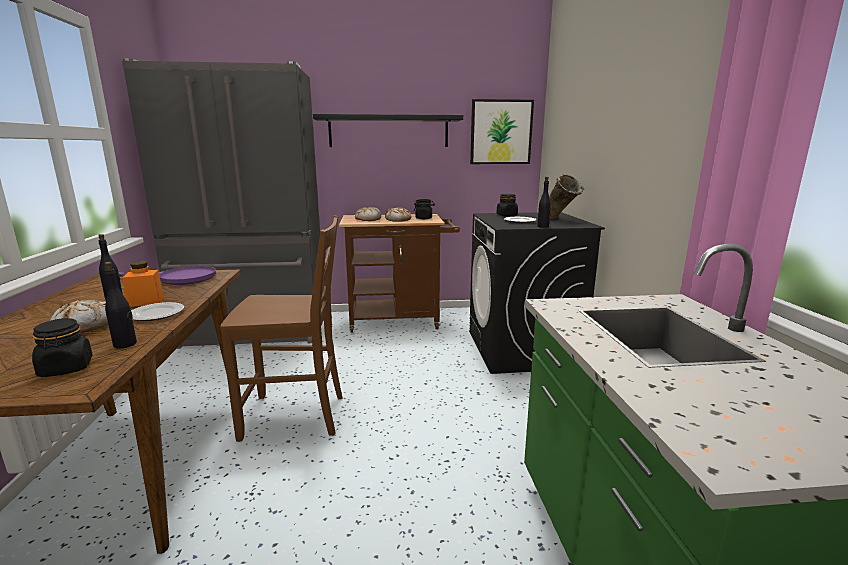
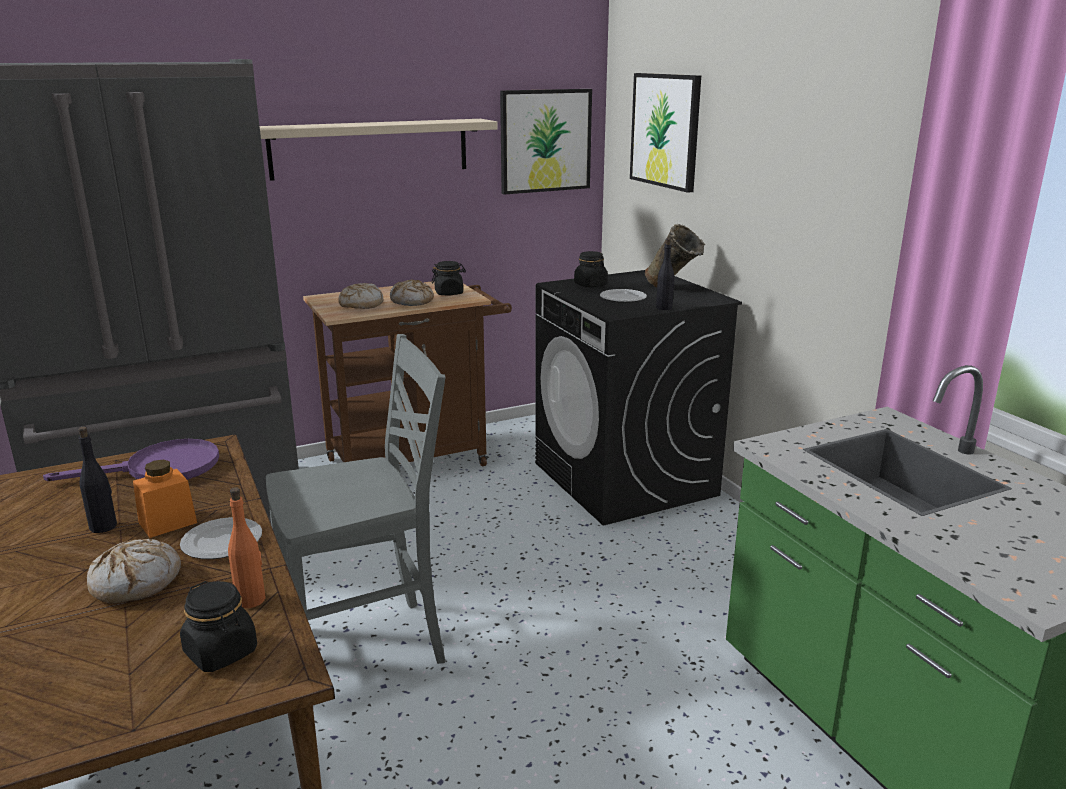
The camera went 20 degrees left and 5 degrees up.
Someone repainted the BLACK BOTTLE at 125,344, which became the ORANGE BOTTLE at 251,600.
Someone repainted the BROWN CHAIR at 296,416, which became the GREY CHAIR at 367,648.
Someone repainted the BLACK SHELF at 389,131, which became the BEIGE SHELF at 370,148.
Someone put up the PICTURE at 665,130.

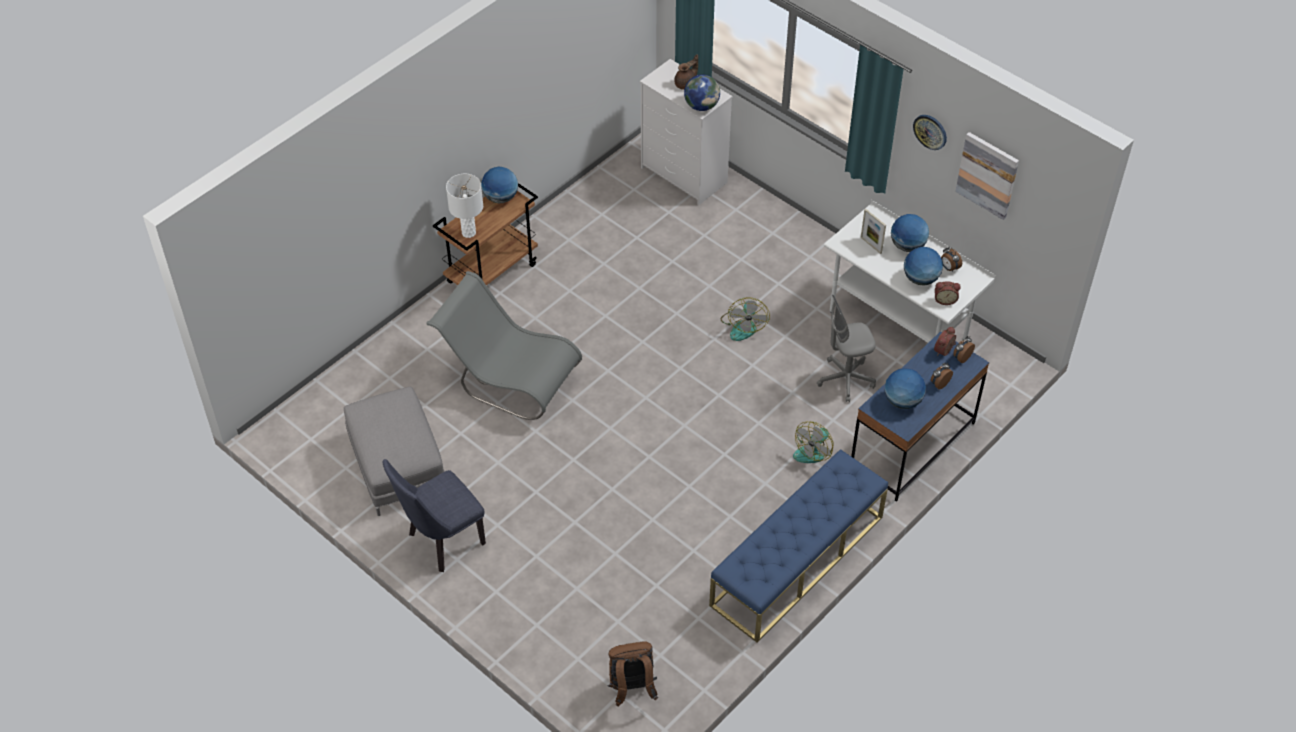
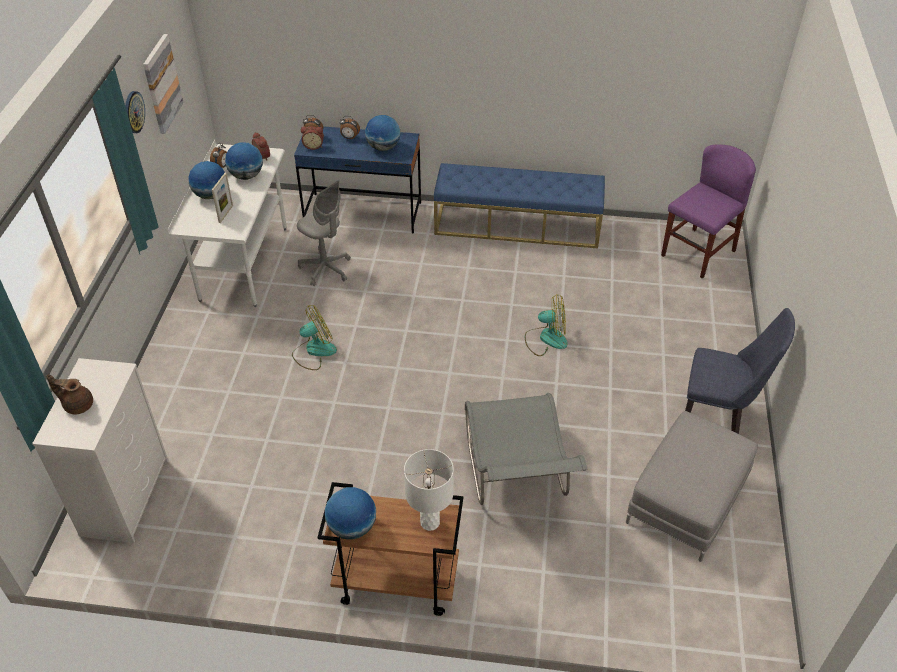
The camera went 125 degrees left and 5 degrees down.
Someone swapped the BROWN BACKPACK at 632,689 for the PURPLE CHAIR at 698,253.
Someone took away the GLOBE at 701,106.
Someone carried the FAN from 814,450 to 546,338.

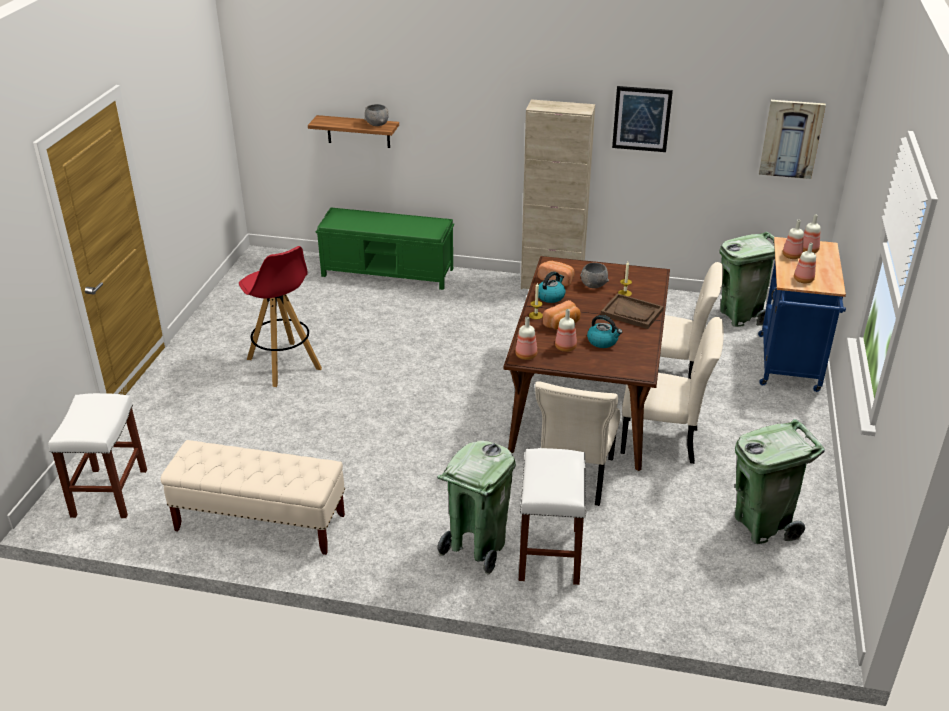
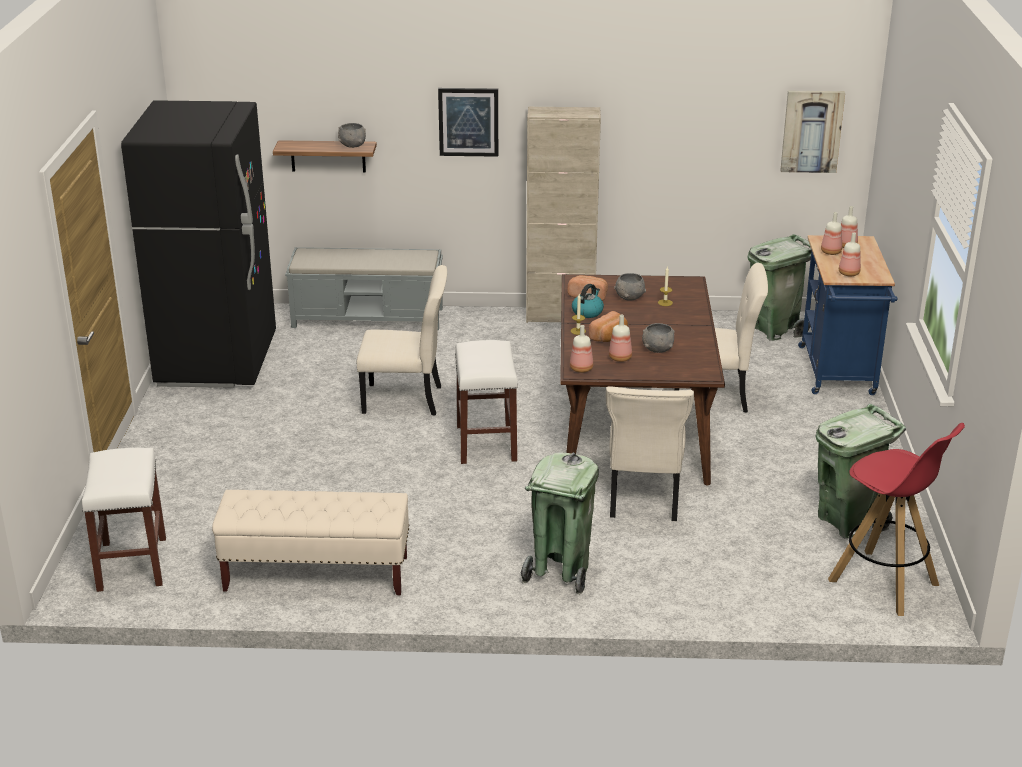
The camera went 10 degrees left and 5 degrees down.
Someone carried the RED STOOL from 284,364 to 885,583.
Someone repainted the GREEN BENCH at 388,272, which became the GREY BENCH at 369,318.
Someone carried the WHITE STOOL from 549,553 to 485,443.
Someone swapped the KETTLE at 603,341 for the GREY BOWL at 657,349.
Someone took away the BROWN TRAY at 632,313.
Someone carried the PICTURE from 641,118 to 468,121.
Someone carried the BEIGE CHAIR from 663,441 to 406,400.
Someone put down the BLACK FRIDGE at 217,361.

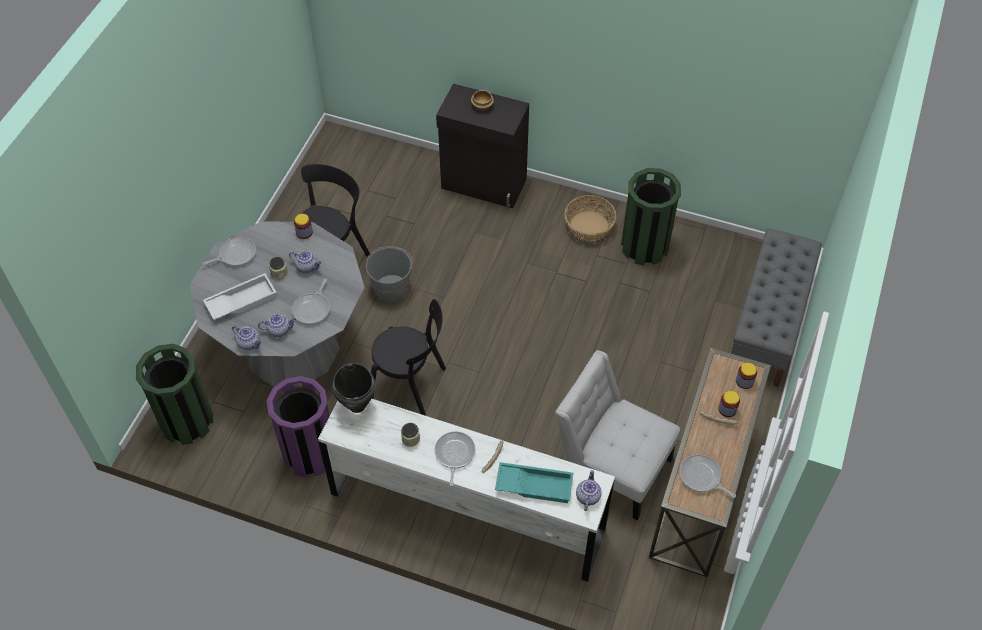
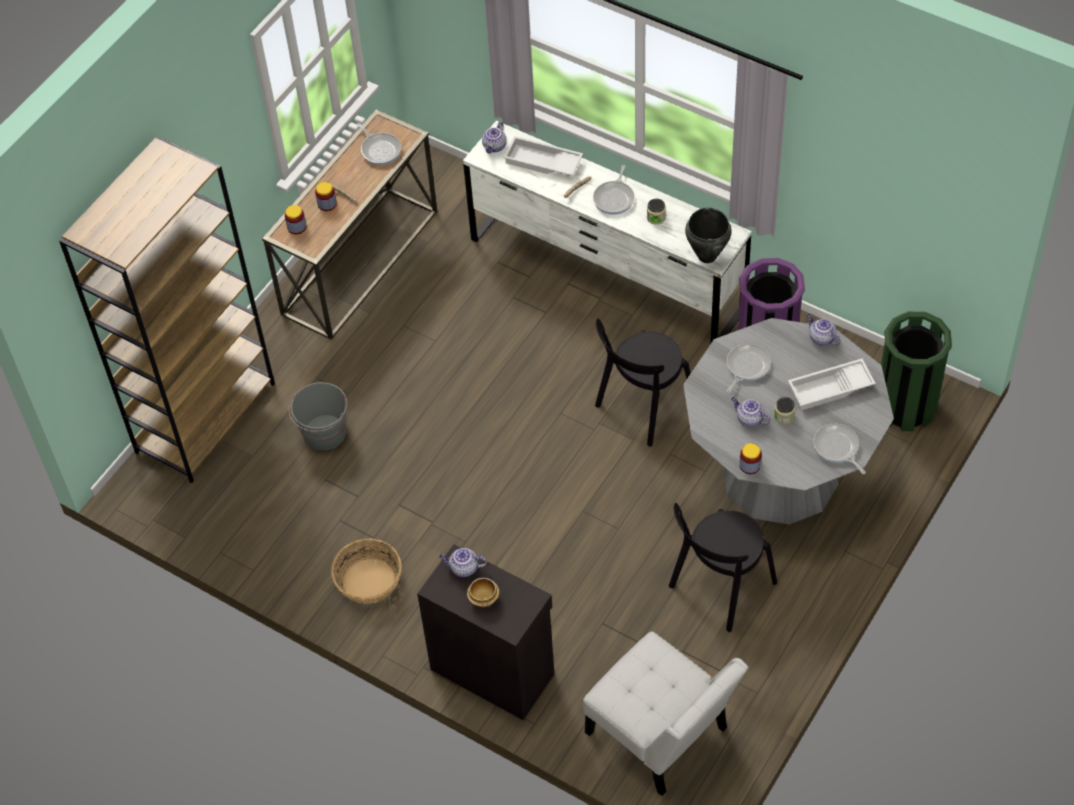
The camera went 165 degrees left and 0 degrees up.
Someone rotated the FRYING PAN at 235,254 by 75 degrees clockwise.
Someone carried the TEAPOT from 279,330 to 463,568.
Someone carried the GREY BUCKET from 391,287 to 324,433.
Someone rotated the BLACK CHAIR at 411,387 by 75 degrees counterclockwise.
Someone repainted the TURQUOISE TRAY at 535,484, which became the WHITE TRAY at 542,162.
Someone carried the WHITE CHAIR from 612,466 to 662,736.
Someone took away the GREEN TRASH CAN at 644,246.
Someone swapped the GREY BENCH at 767,325 for the BROWN BOOKCASE at 205,417.

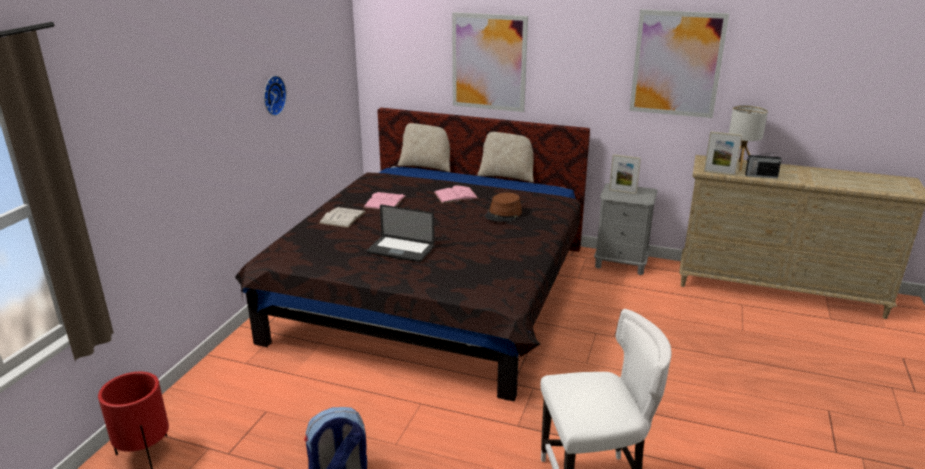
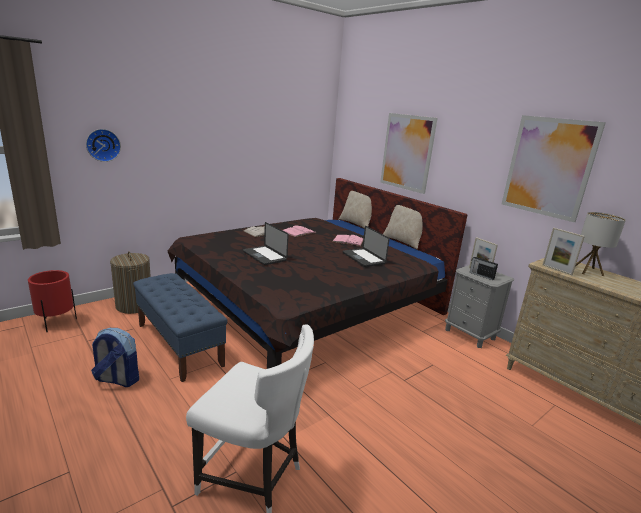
The camera went 30 degrees right and 5 degrees down.
Someone carried the WALL CLOCK from 272,95 to 103,145.
Someone swapped the BROWN HAT at 503,214 for the LAPTOP at 363,258.
Someone carried the RADIO from 760,176 to 481,275.
Someone put down the LAUNDRY BASKET at 134,305.
Someone put down the BLUE BENCH at 179,344.

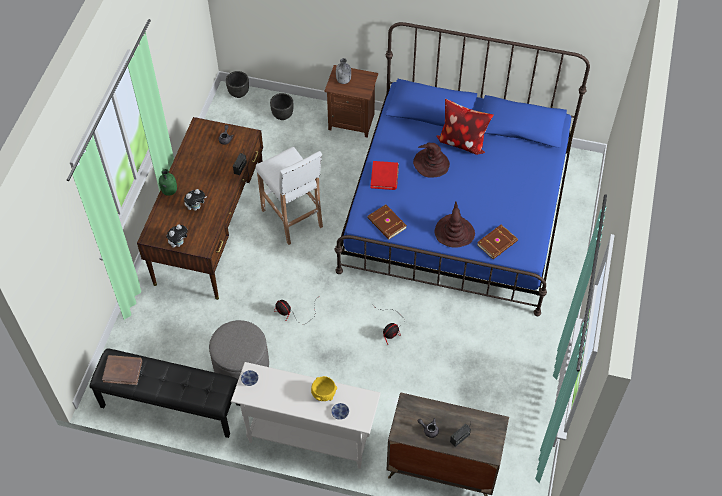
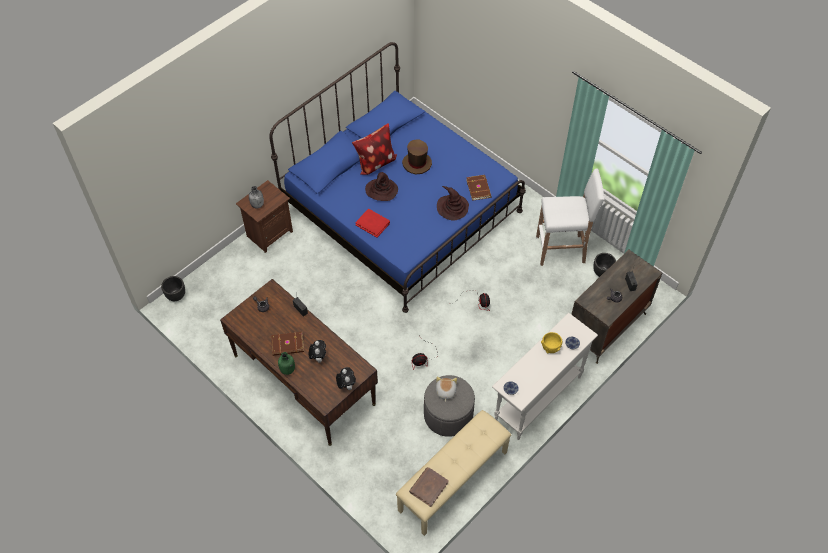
The camera went 60 degrees left and 0 degrees up.
Someone repainted the BLACK BENCH at 170,405, which became the BEIGE BENCH at 453,481.
Someone carried the WHITE STOOL from 293,219 to 561,250.
Someone carried the BLACK PLANTER from 282,115 to 602,273.
Someone carried the BROWN BOOK from 386,223 to 288,345.
Someone put down the BROWN HAT at 417,163.
Someone put down the PLUSH TOY at 445,391.

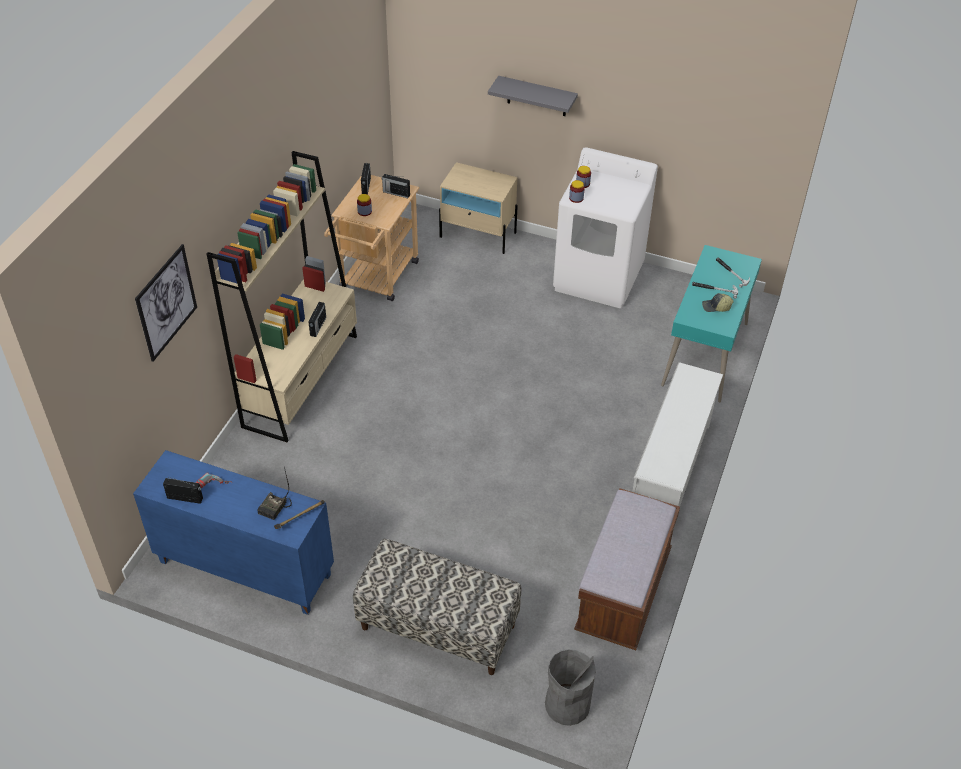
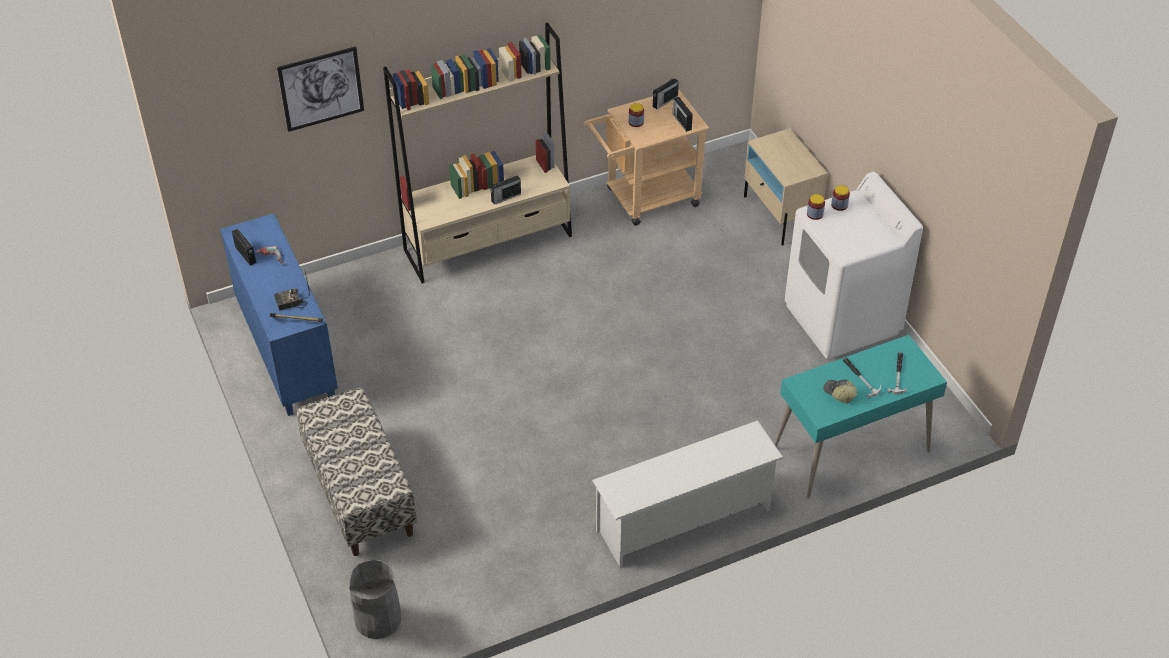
The camera went 45 degrees right and 0 degrees up.
Someone took away the GREY SHELF at 537,96.
Someone took away the BROWN BENCH at 623,592.

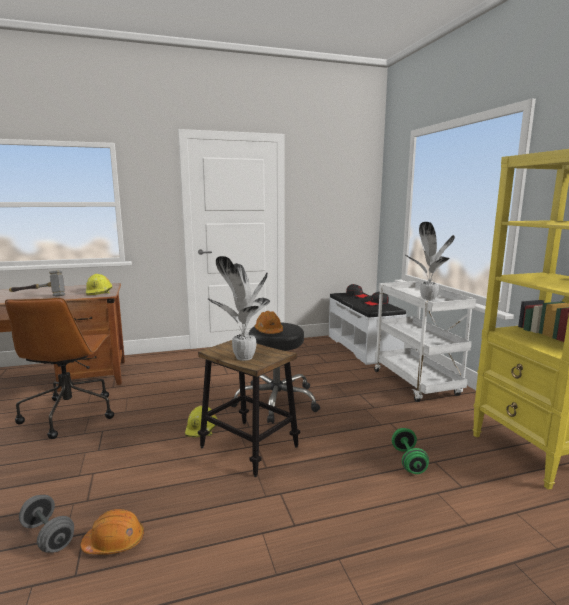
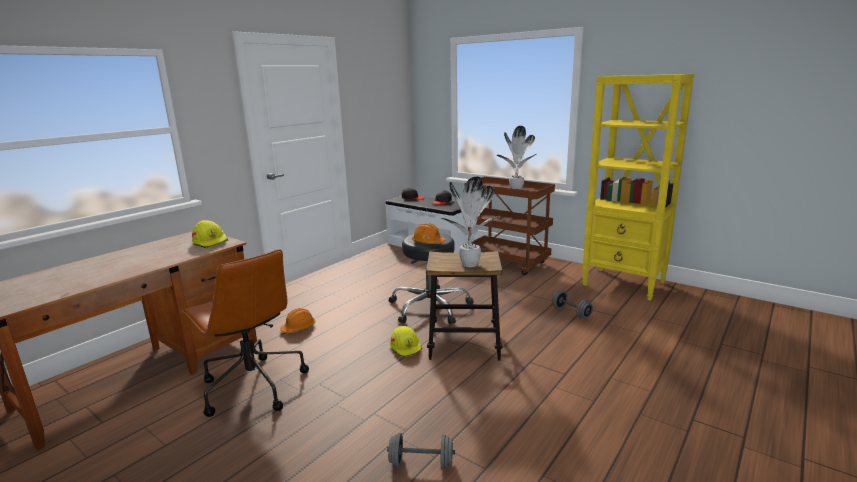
The camera went 35 degrees left and 5 degrees up.
Someone took away the HAMMER at 40,296.
Someone carried the ORANGE HARD HAT from 114,542 to 299,328.
Someone repainted the WHITE CART at 417,384, which became the BROWN CART at 507,263.
Someone repainted the GREEN DUMBBELL at 408,461, which became the GREY DUMBBELL at 571,313.

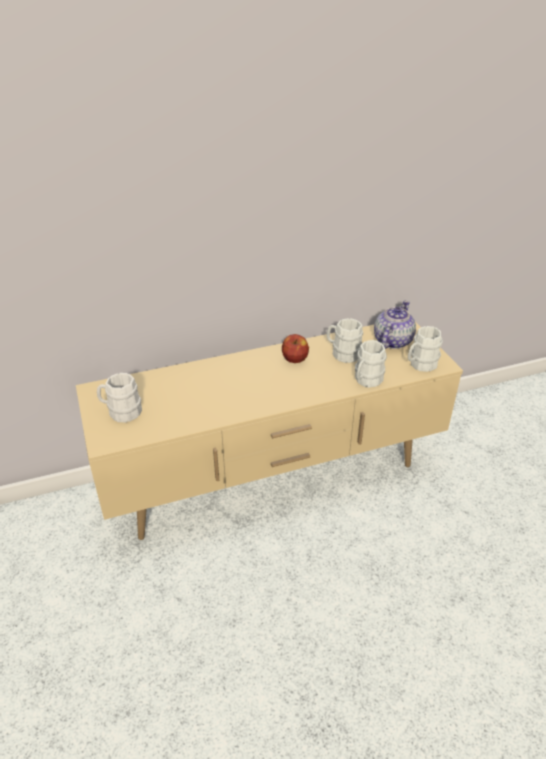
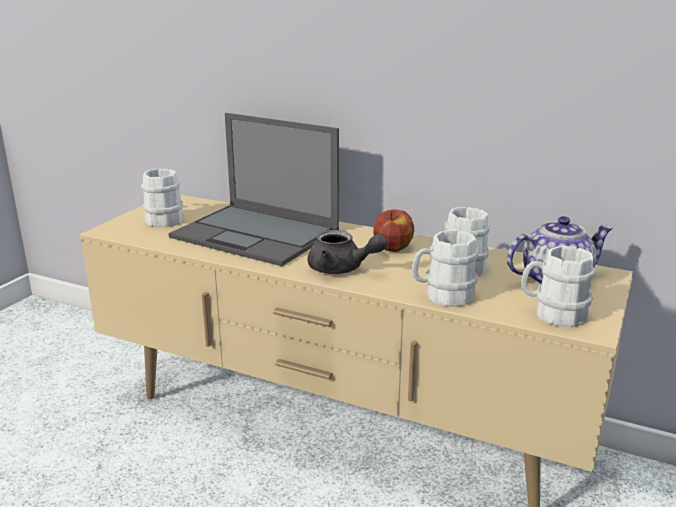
The camera went 45 degrees right and 15 degrees down.
Someone put down the LAPTOP at 257,234.
Someone put down the GREY TEAPOT at 342,269.

